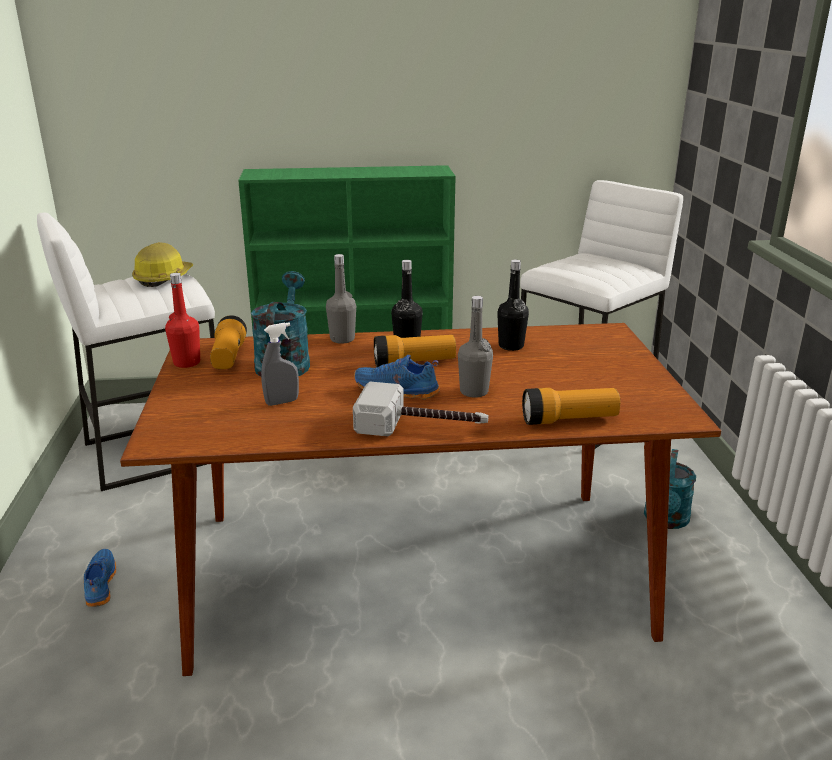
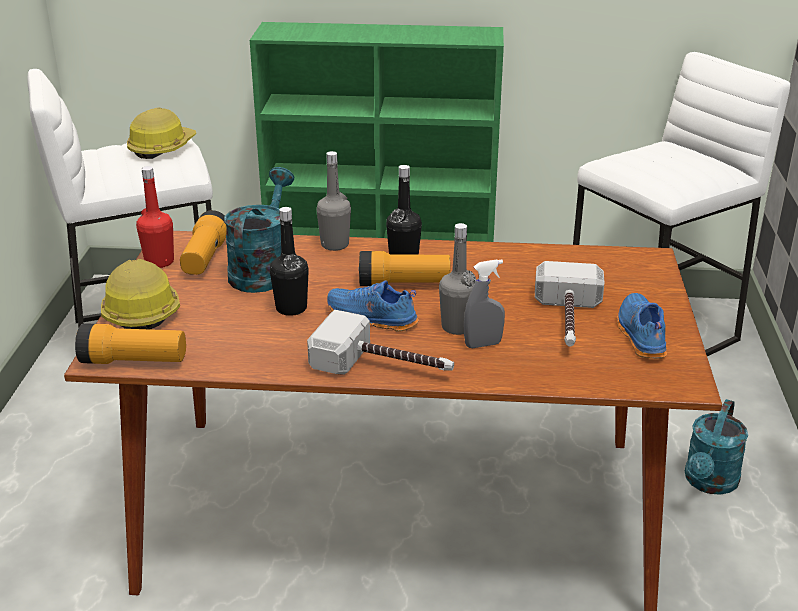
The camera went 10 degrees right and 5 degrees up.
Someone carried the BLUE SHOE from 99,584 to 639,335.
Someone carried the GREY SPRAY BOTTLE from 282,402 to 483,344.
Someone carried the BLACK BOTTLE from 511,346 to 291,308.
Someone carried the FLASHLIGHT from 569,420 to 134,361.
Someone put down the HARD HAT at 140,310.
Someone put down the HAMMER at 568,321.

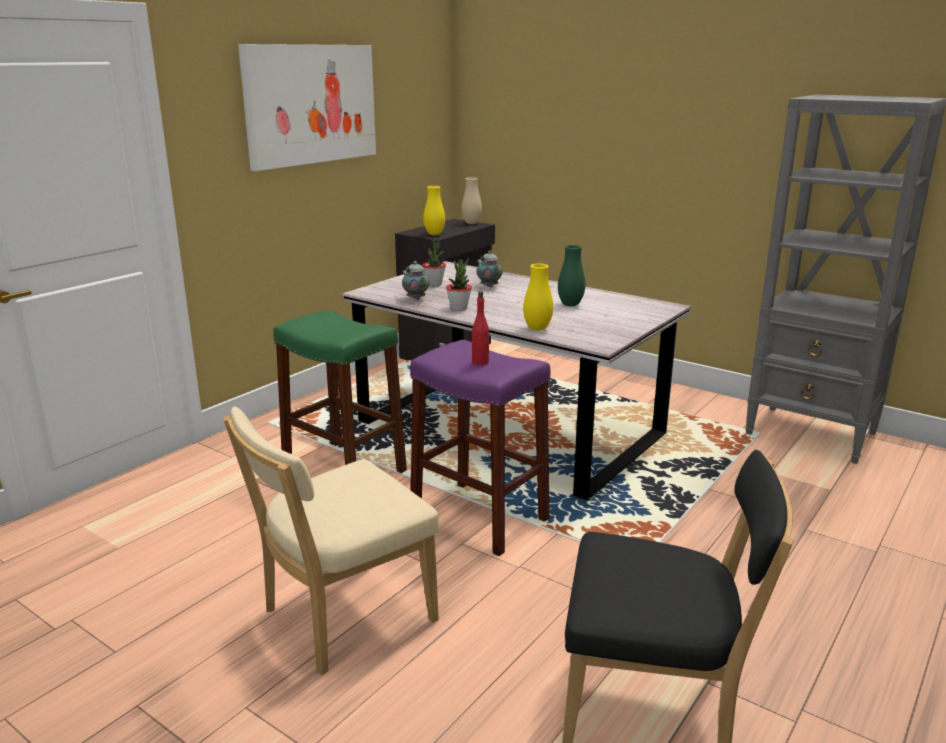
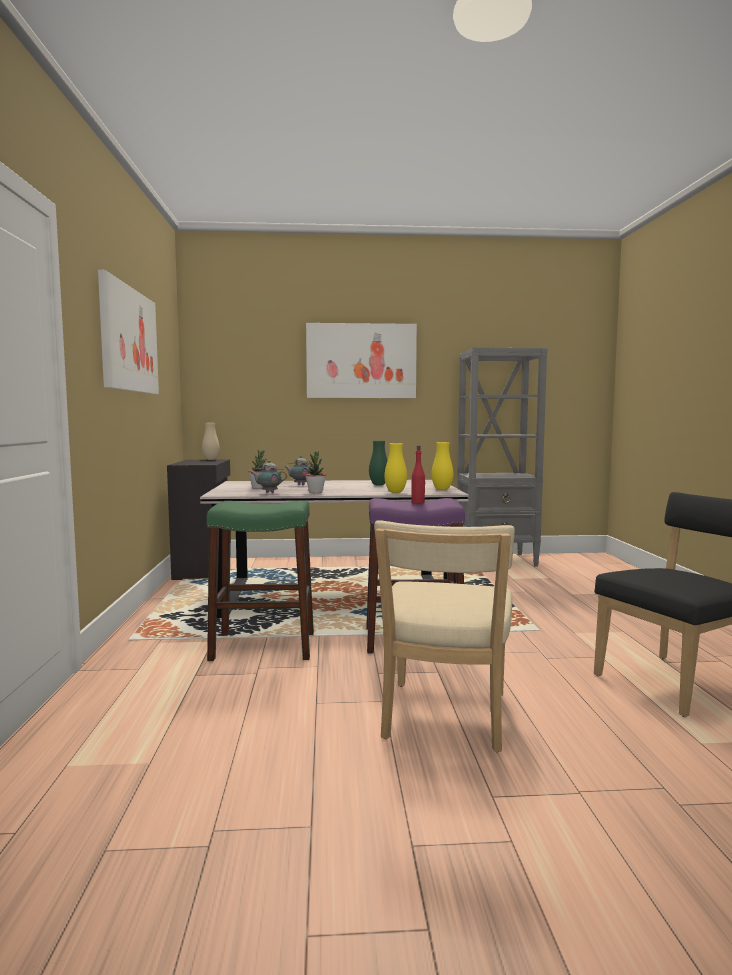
The camera went 40 degrees left and 15 degrees down.
Someone carried the YELLOW VASE from 434,234 to 442,489.
Someone put up the PICTURE at 361,361.

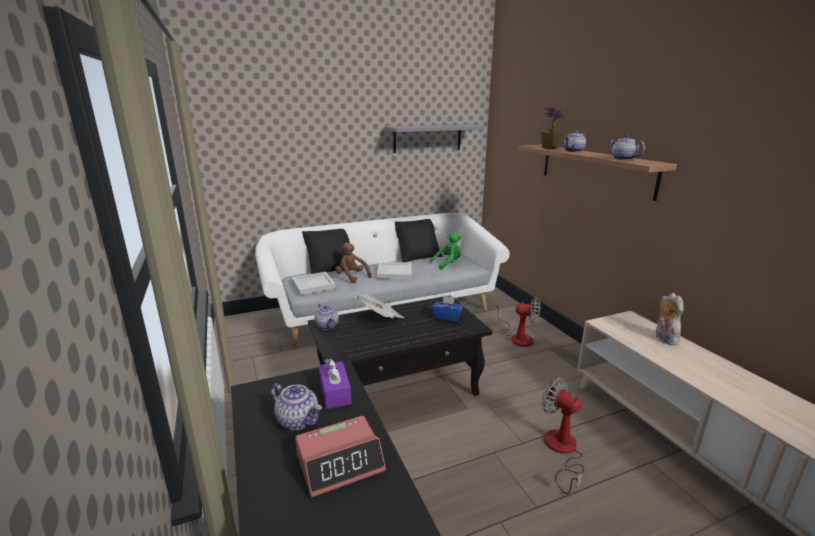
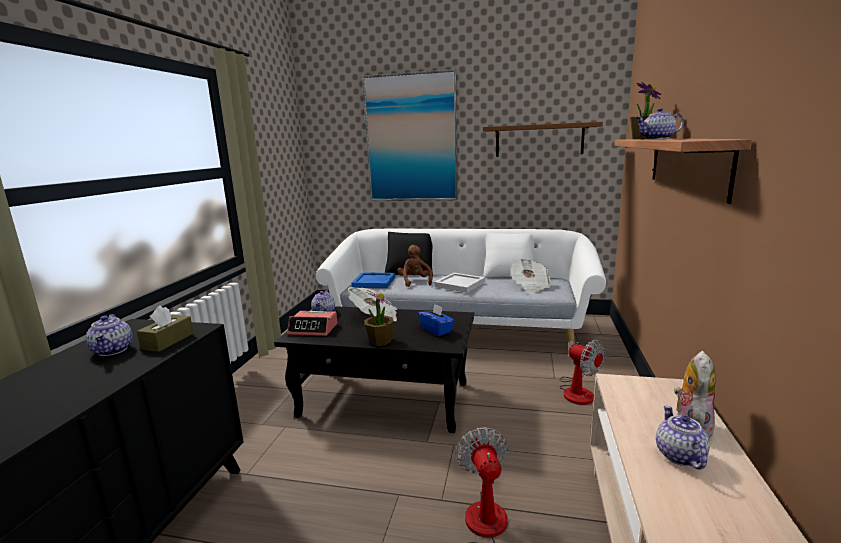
The camera went 35 degrees right and 5 degrees down.
Someone repainted the WHITE TRAY at 314,285, which became the BLUE TRAY at 374,282.
Someone carried the ALARM CLOCK from 340,462 to 313,329.
Someone repainted the PURPLE TISSUE BOX at 335,392, which became the BROWN TISSUE BOX at 168,341.
Someone repainted the GREY SHELF at 427,138, which became the BROWN SHELF at 539,140.
Someone repainted the BLACK PILLOW at 417,256, which became the WHITE PILLOW at 509,274.
Someone swapped the GREEN PLUSH TOY at 447,264 for the NEWSPAPER at 530,286.
Someone carried the TEAPOT from 622,159 to 678,455.
Someone put up the PICTURE at 411,138.
Someone put down the POTTED PLANT at 380,341.

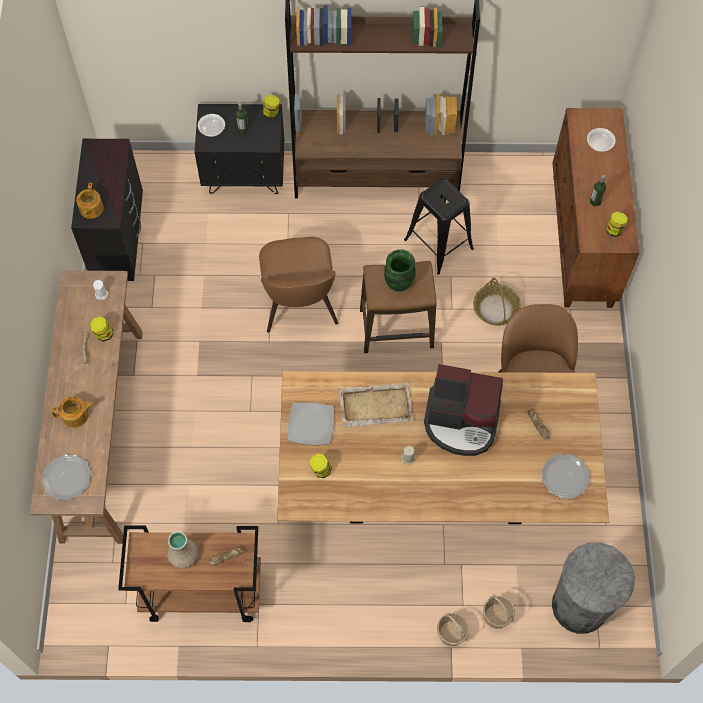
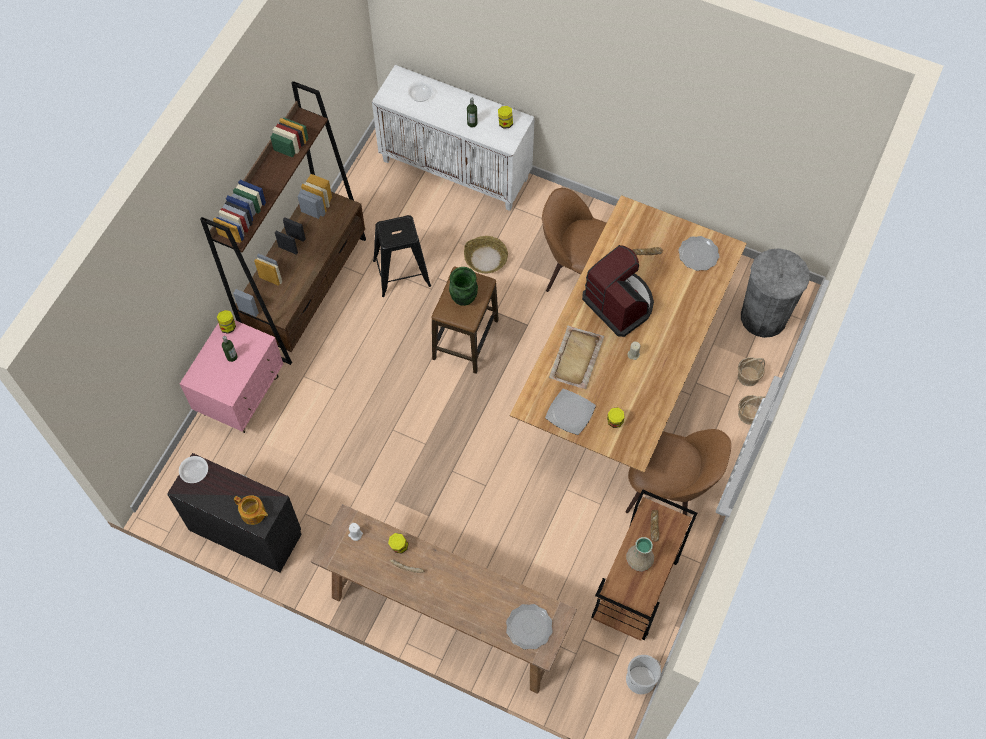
The camera went 65 degrees left and 0 degrees up.
Someone took away the TEAPOT at 76,416.
Someone repainted the BLACK NIGHTSTAND at 245,175, which became the PINK NIGHTSTAND at 242,396.
Someone carried the BOWL from 212,130 to 195,472.
Someone carried the BROWN CHAIR from 299,305 to 668,490.
Someone rotated the COFFEE MACHINE at 461,422 by 75 degrees counterclockwise.
Someone repainted the BROWN CABINET at 583,241, which became the WHITE CABINET at 456,169.
Someone put down the BUCKET at 640,680.

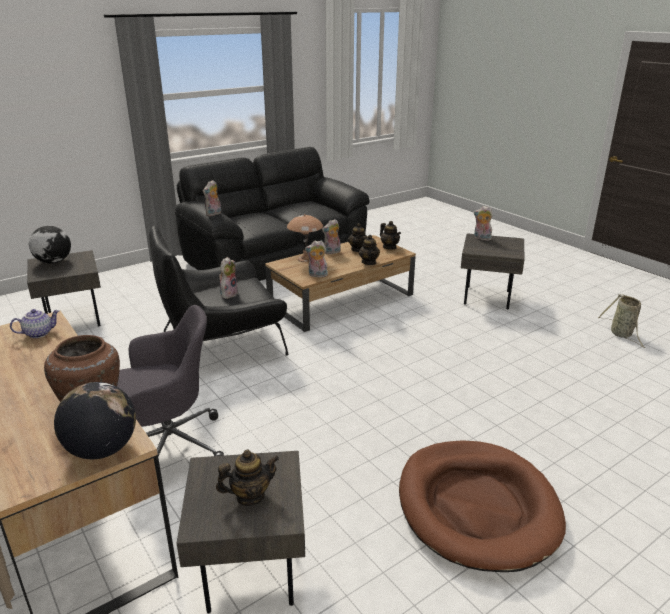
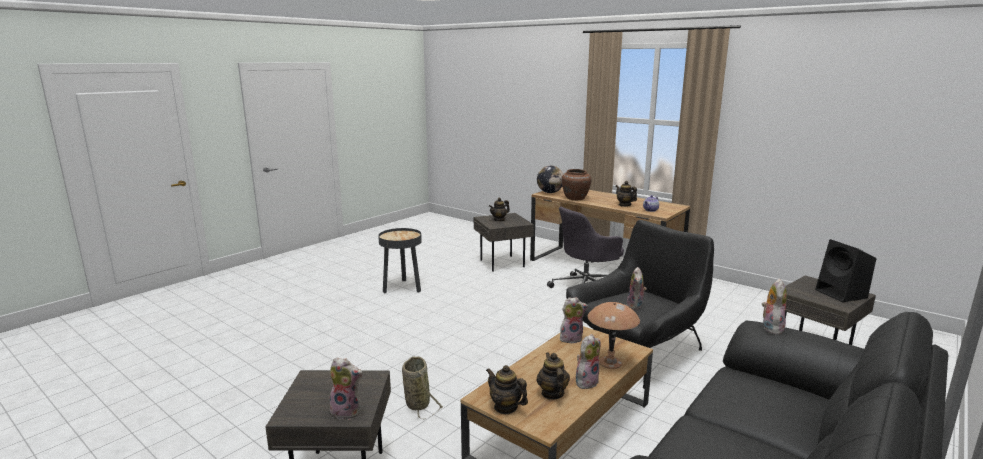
The camera went 165 degrees right and 10 degrees down.
Someone swapped the GLOBE at 53,262 for the BLACK SPEAKER at 842,294.
Someone carried the TEAPOT from 369,262 to 624,205.
Someone swapped the BROWN DOG BED at 476,507 for the BLACK SIDE TABLE at 402,288.
Someone carried the BASKET from 622,334 to 417,403.

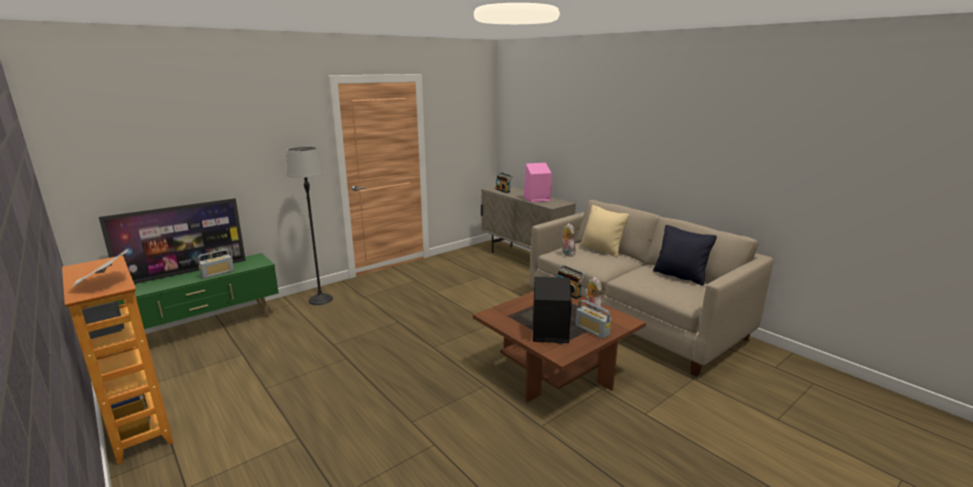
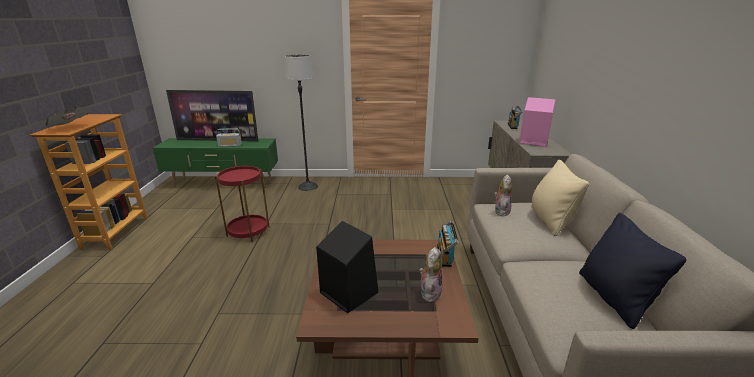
The camera went 40 degrees right and 5 degrees up.
Someone took away the RADIO at 592,330.
Someone put down the RED SIDE TABLE at 248,231.

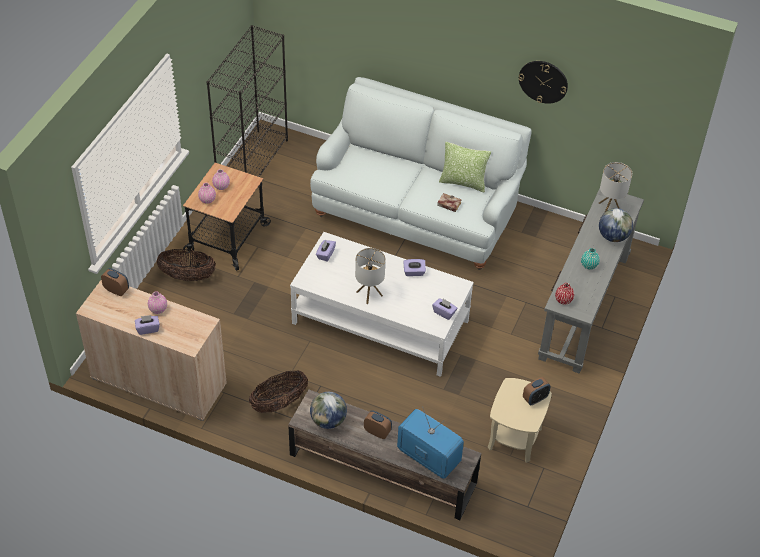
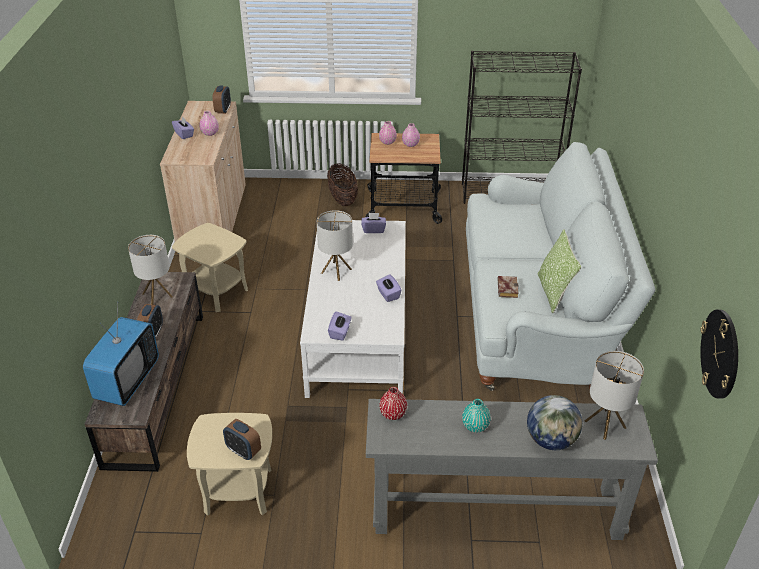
The camera went 70 degrees right and 10 degrees down.
Someone swapped the BASKET at 279,403 for the BEIGE SIDE TABLE at 217,292.
Someone swapped the GLOBE at 328,421 for the TABLE LAMP at 157,295.
Someone carried the WALL CLOCK from 543,81 to 720,353.

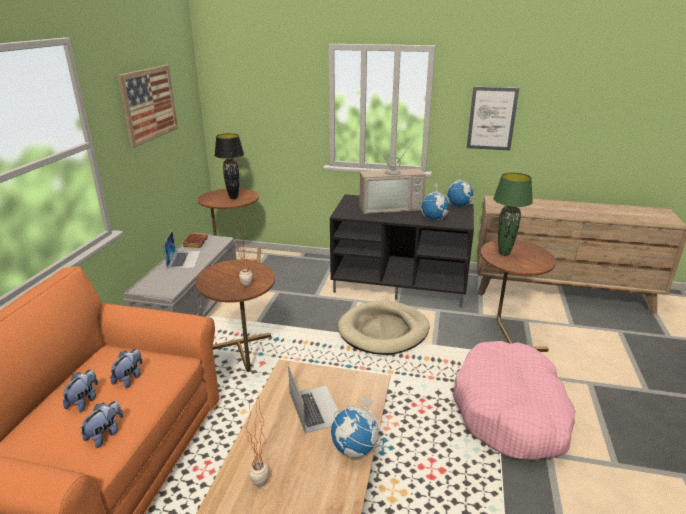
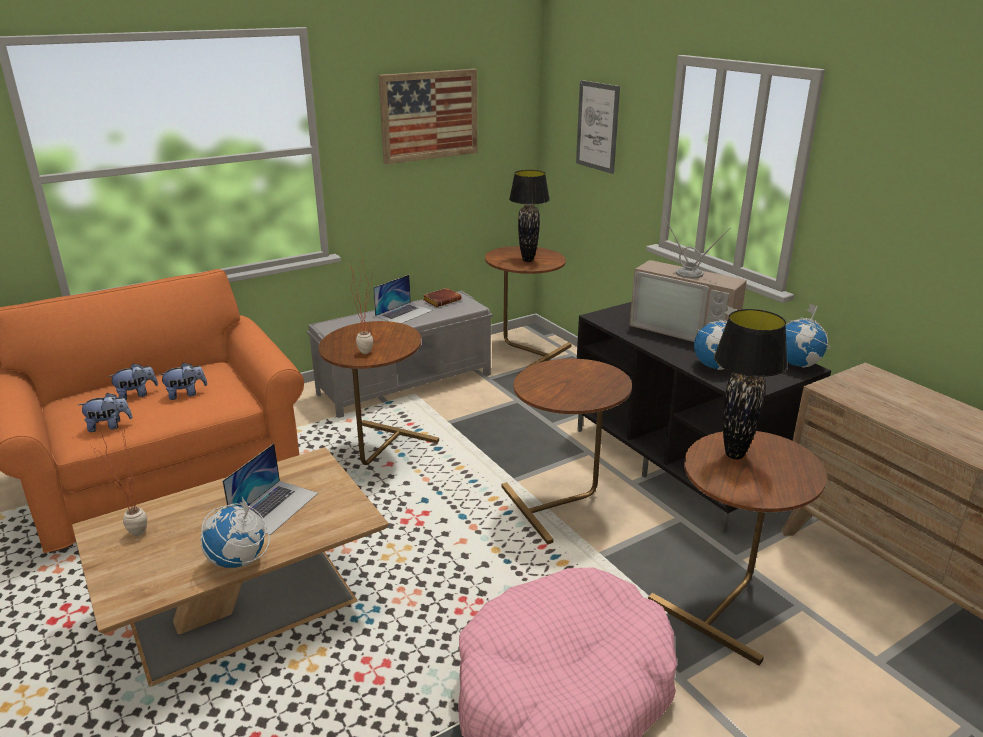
The camera went 45 degrees right and 0 degrees up.
Someone swapped the BEIGE DOG BED at 383,331 for the BROWN SIDE TABLE at 564,503.
Someone carried the PICTURE from 492,118 to 597,126.
Someone repainted the GREEN TABLE LAMP at 504,254, which became the BLACK TABLE LAMP at 735,455.

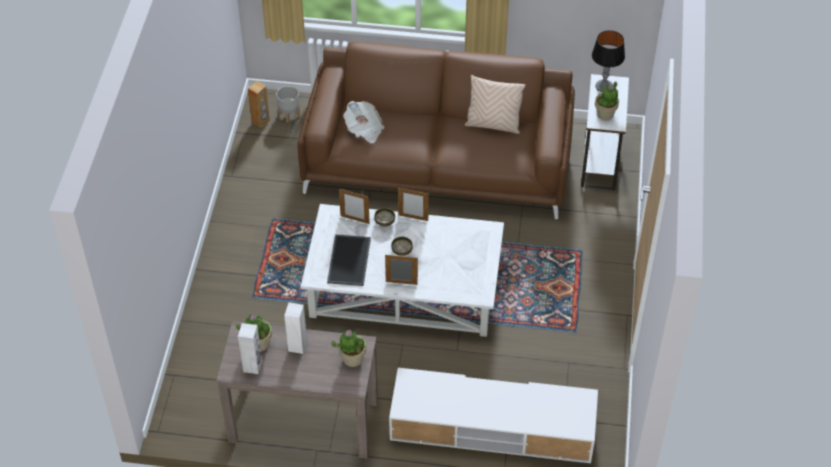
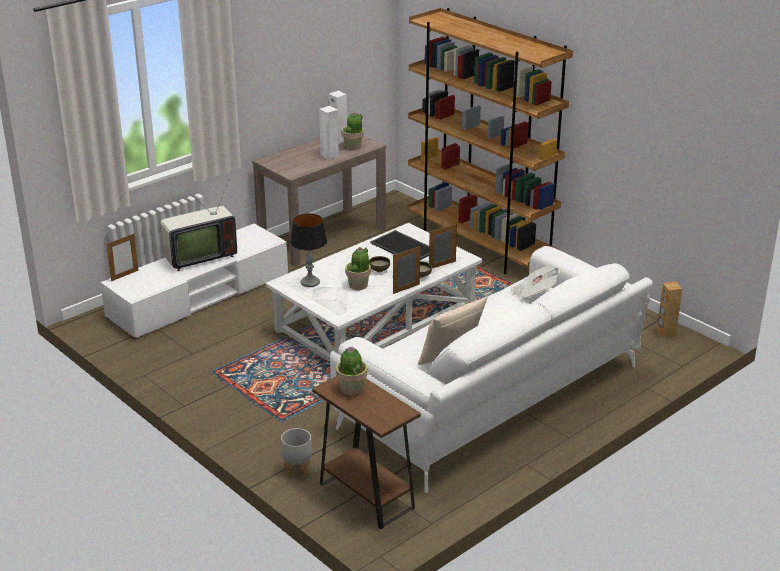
The camera went 130 degrees right and 20 degrees down.
Someone carried the GREY PLANTER from 289,114 to 297,470.
Someone repainted the BROWN SOFA at 438,164, which became the WHITE SOFA at 494,398.
Someone carried the POTTED PLANT from 352,358 to 358,285.
Someone carried the PICTURE FRAME from 401,283 to 124,275.
Someone repainted the WHITE SIDE TABLE at 599,163, which became the BROWN SIDE TABLE at 366,496.
Someone carried the TABLE LAMP from 604,86 to 310,282.
Someone put down the TELEVISION at 198,257.
Someone put down the BROWN BOOKCASE at 479,246.

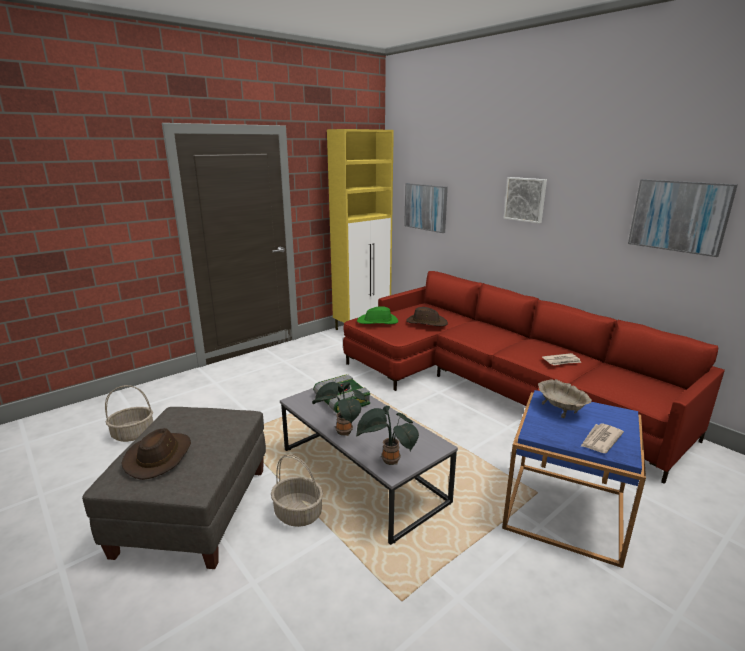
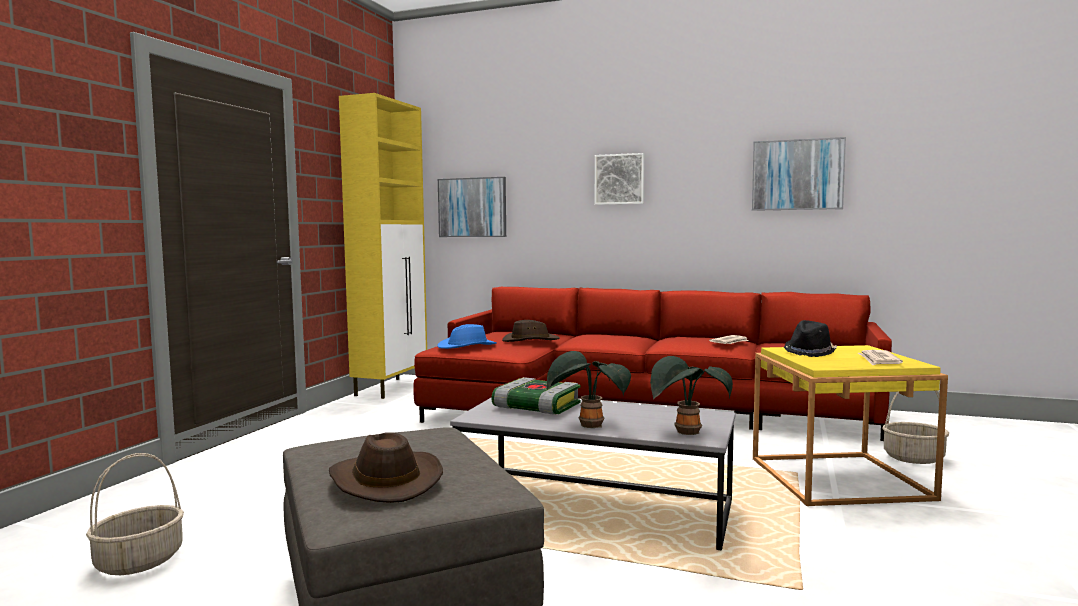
The camera went 30 degrees left and 15 degrees down.
Someone carried the BASKET from 299,513 to 914,457.
Someone repainted the GREEN HAT at 378,322, which became the BLUE HAT at 467,346.
Someone repainted the BLUE SIDE TABLE at 565,510, which became the YELLOW SIDE TABLE at 838,478.
Someone swapped the BEIGE BOWL at 561,409 for the BLACK HAT at 810,352.

